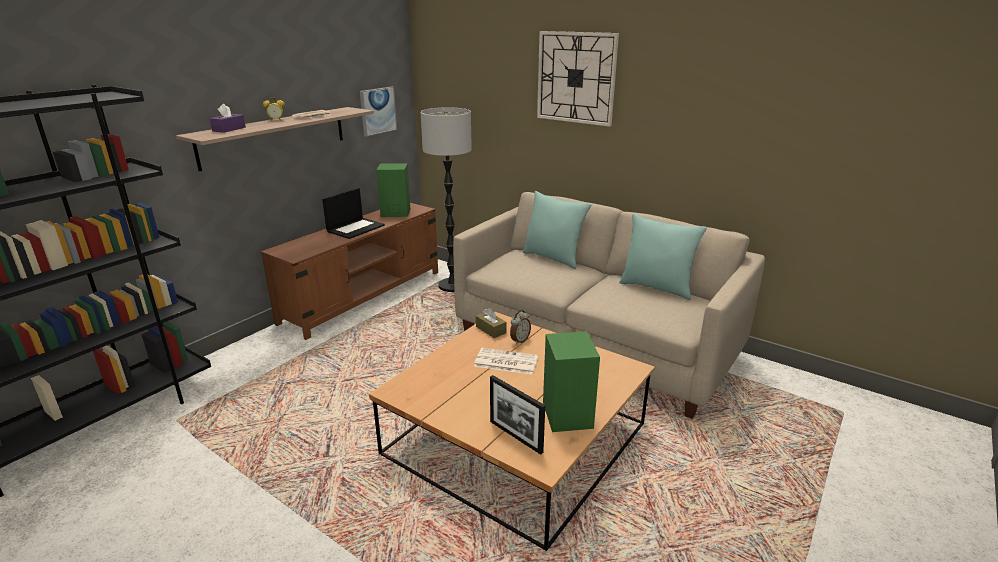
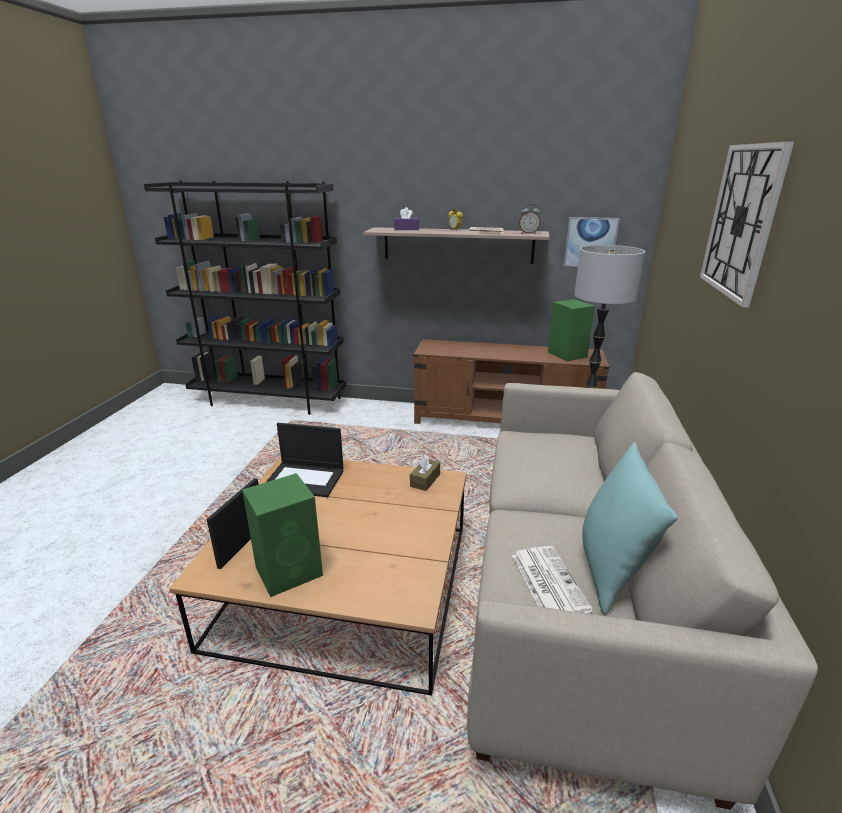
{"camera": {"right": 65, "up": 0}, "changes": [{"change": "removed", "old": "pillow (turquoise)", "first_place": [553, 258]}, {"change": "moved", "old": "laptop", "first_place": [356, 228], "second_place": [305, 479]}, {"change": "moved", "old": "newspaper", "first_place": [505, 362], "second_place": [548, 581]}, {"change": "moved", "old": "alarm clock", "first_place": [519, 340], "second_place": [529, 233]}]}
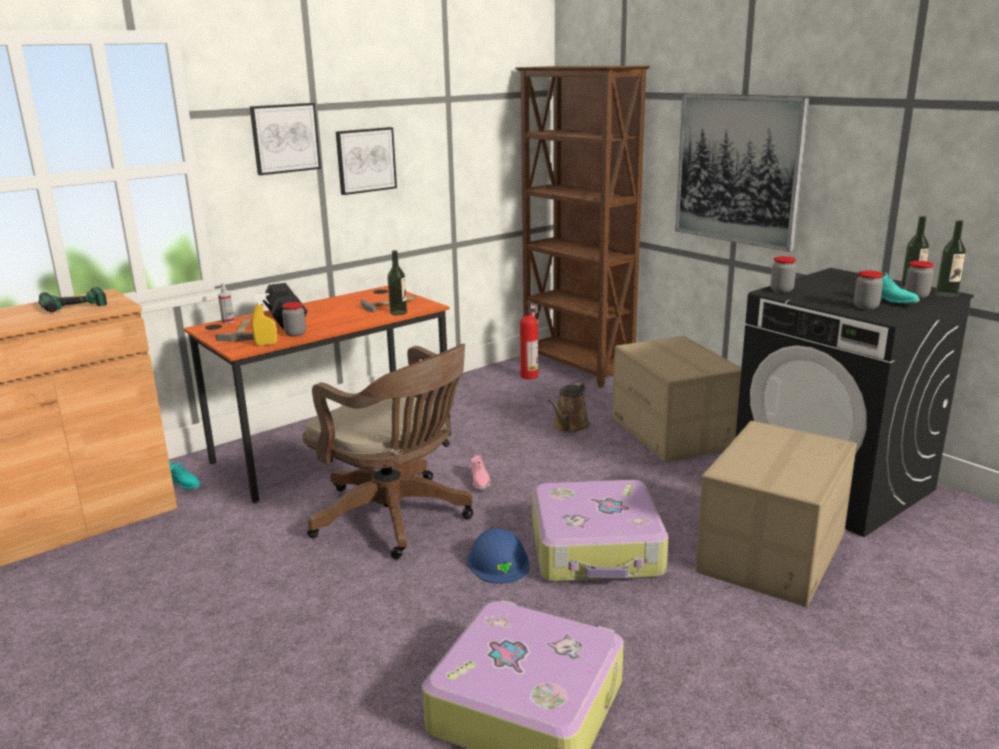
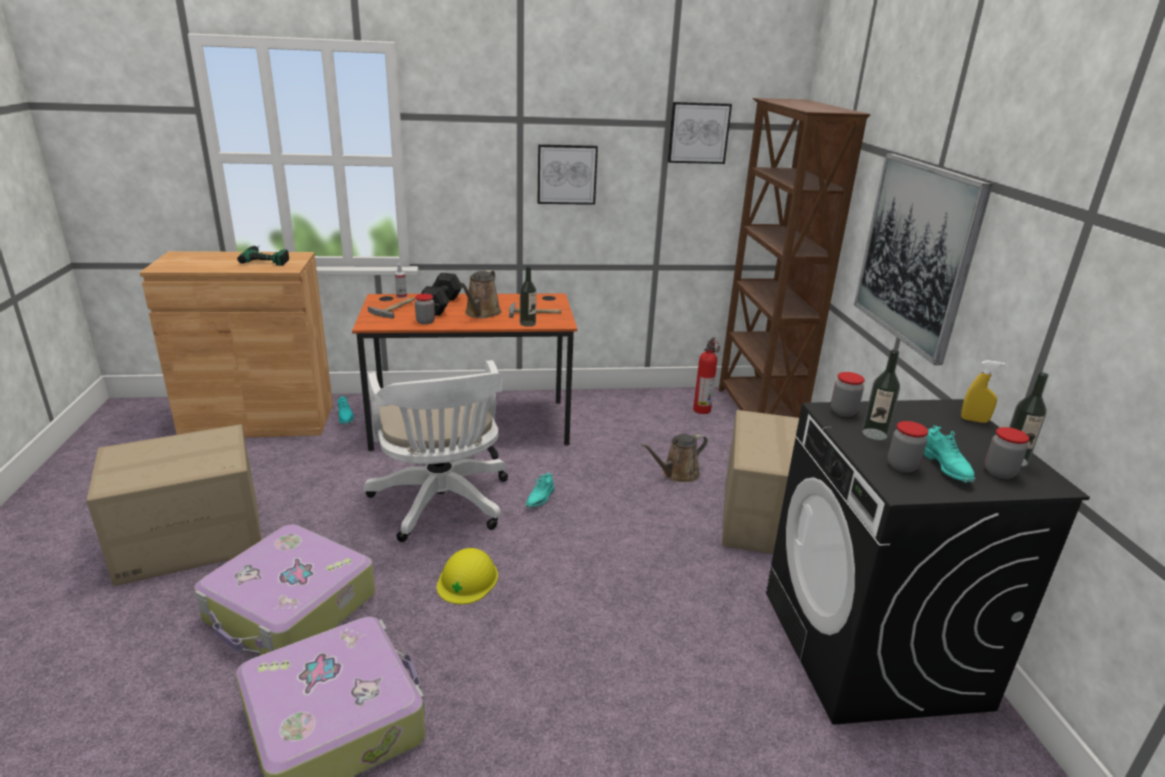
{"camera": {"right": 30, "up": 5}, "changes": [{"change": "added", "new": "watering can (brown)", "second_place": [481, 313]}, {"change": "moved", "old": "picture", "first_place": [285, 138], "second_place": [698, 133]}, {"change": "moved", "old": "spray bottle (yellow)", "first_place": [266, 344], "second_place": [974, 420]}, {"change": "moved", "old": "suitcase", "first_place": [597, 549], "second_place": [290, 609]}, {"change": "moved", "old": "cardboard box", "first_place": [773, 554], "second_place": [190, 541]}, {"change": "moved", "old": "bottle", "first_place": [946, 295], "second_place": [874, 434]}, {"change": "recoloured", "old": "office chair (brown)", "new": "office chair (white)", "first_place": [396, 518], "second_place": [442, 505]}, {"change": "recoloured", "old": "hard hat (blue)", "new": "hard hat (yellow)", "first_place": [498, 561], "second_place": [467, 579]}, {"change": "recoloured", "old": "shoe (pink)", "new": "shoe (turquoise)", "first_place": [480, 482], "second_place": [540, 499]}]}
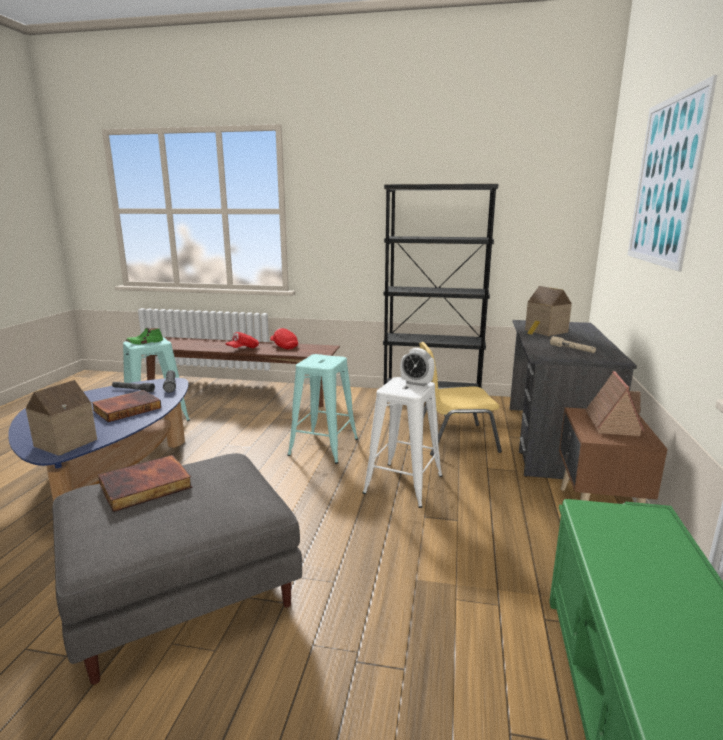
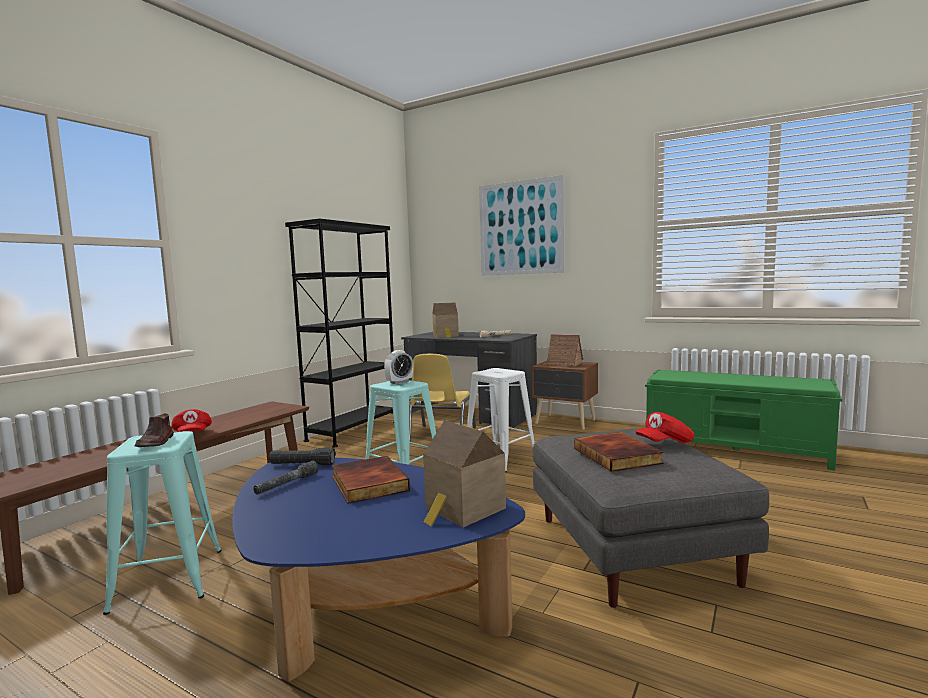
{"camera": {"right": -70, "up": -10}, "changes": [{"change": "moved", "old": "cap (red)", "first_place": [284, 346], "second_place": [665, 443]}, {"change": "moved", "old": "alarm clock", "first_place": [416, 383], "second_place": [399, 382]}, {"change": "recoloured", "old": "shoe (green)", "new": "shoe (brown)", "first_place": [145, 342], "second_place": [156, 442]}]}
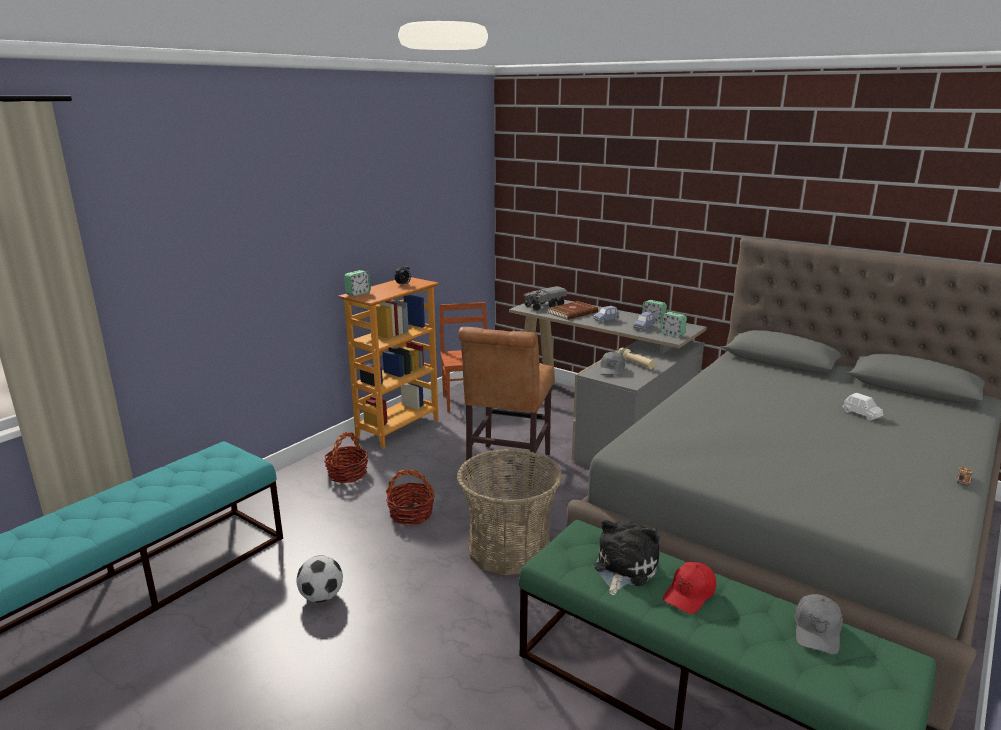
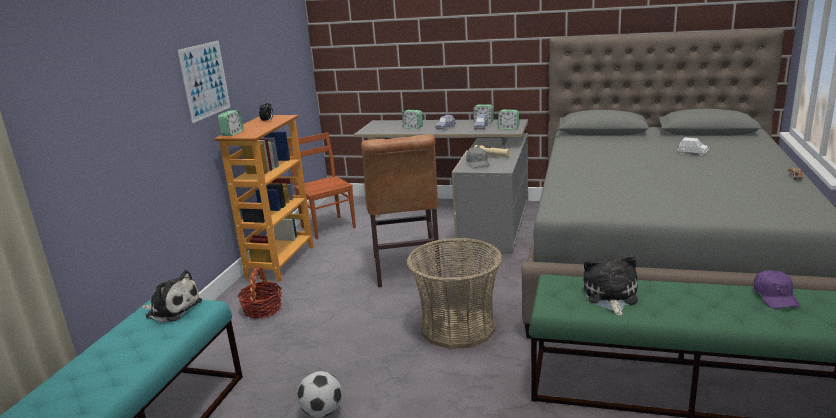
{"camera": {"right": -20, "up": 0}, "changes": [{"change": "removed", "old": "basket", "first_place": [411, 514]}, {"change": "removed", "old": "toy truck", "first_place": [544, 306]}, {"change": "removed", "old": "cap (red)", "first_place": [690, 594]}, {"change": "added", "new": "plush toy", "second_place": [172, 309]}, {"change": "added", "new": "picture", "second_place": [205, 80]}, {"change": "replaced", "old": "book (brown)", "new": "alarm clock", "first_place": [573, 313], "second_place": [413, 127]}, {"change": "recoloured", "old": "cap (grey)", "new": "cap (purple)", "first_place": [817, 631], "second_place": [775, 297]}]}
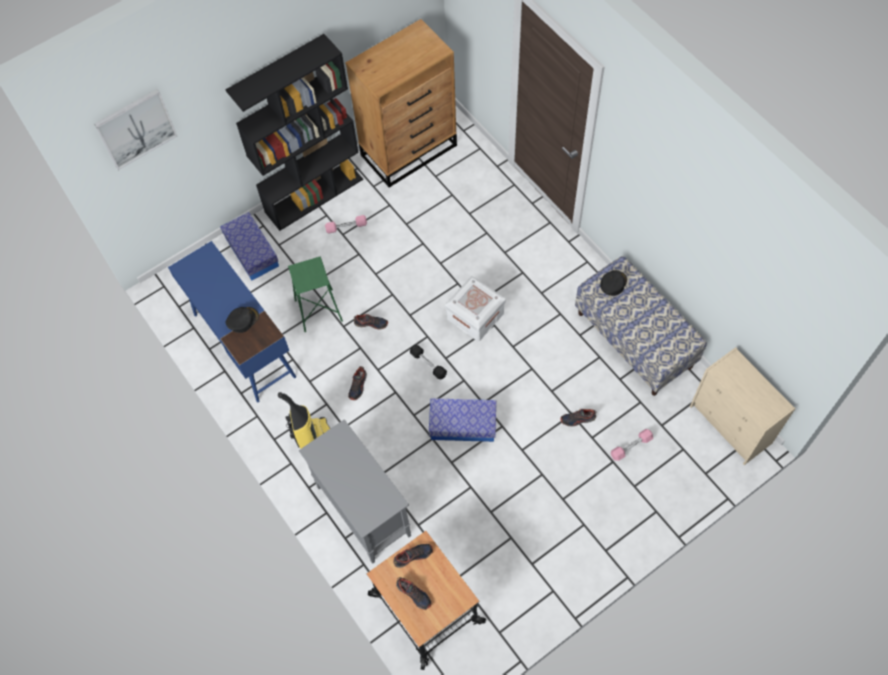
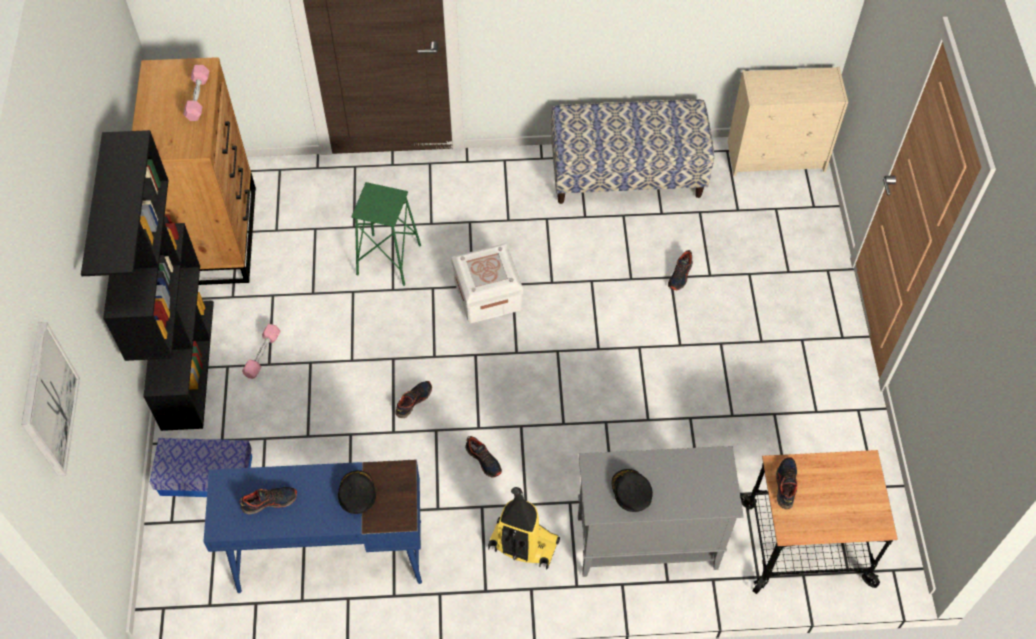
{"camera": {"right": -60, "up": -5}, "changes": [{"change": "removed", "old": "dumbbell (black)", "first_place": [428, 364]}, {"change": "removed", "old": "storage box", "first_place": [462, 425]}, {"change": "moved", "old": "stool (green)", "first_place": [318, 310], "second_place": [389, 260]}, {"change": "moved", "old": "shoe", "first_place": [414, 594], "second_place": [270, 501]}, {"change": "moved", "old": "cap (black)", "first_place": [613, 283], "second_place": [631, 492]}, {"change": "moved", "old": "dumbbell (pink)", "first_place": [631, 447], "second_place": [198, 98]}]}
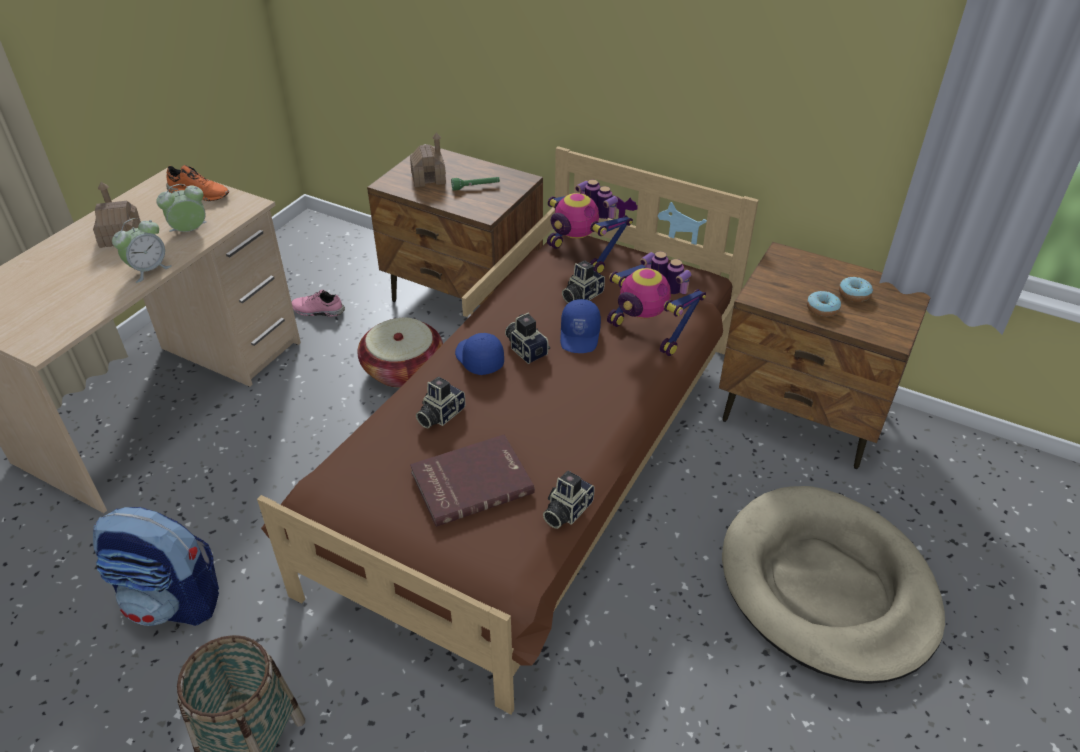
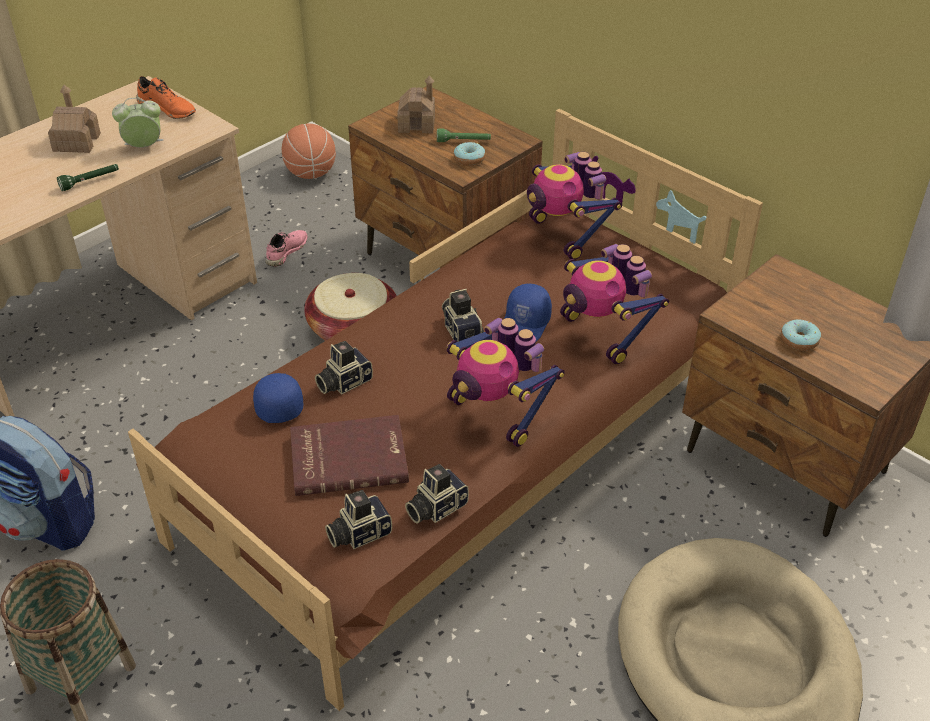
{"camera": {"right": 15, "up": 0}, "changes": [{"change": "added", "new": "basketball", "second_place": [311, 173]}, {"change": "added", "new": "toy robot", "second_place": [496, 414]}, {"change": "moved", "old": "cap (blue)", "first_place": [478, 359], "second_place": [277, 402]}, {"change": "moved", "old": "photo camera", "first_place": [581, 295], "second_place": [358, 533]}, {"change": "moved", "old": "donut", "first_place": [854, 294], "second_place": [469, 159]}, {"change": "replaced", "old": "alarm clock", "new": "flashlight (green)", "first_place": [148, 270], "second_place": [90, 181]}, {"change": "turned", "old": "shoe (pink)", "first_place": [317, 311], "second_place": [286, 252], "degrees": 90}]}
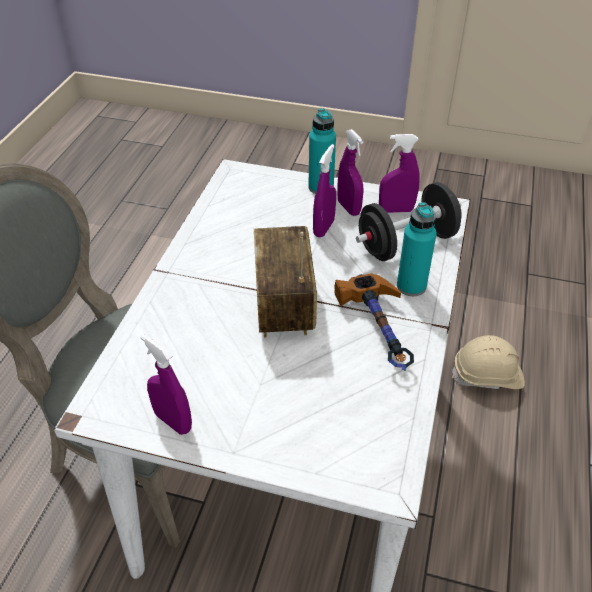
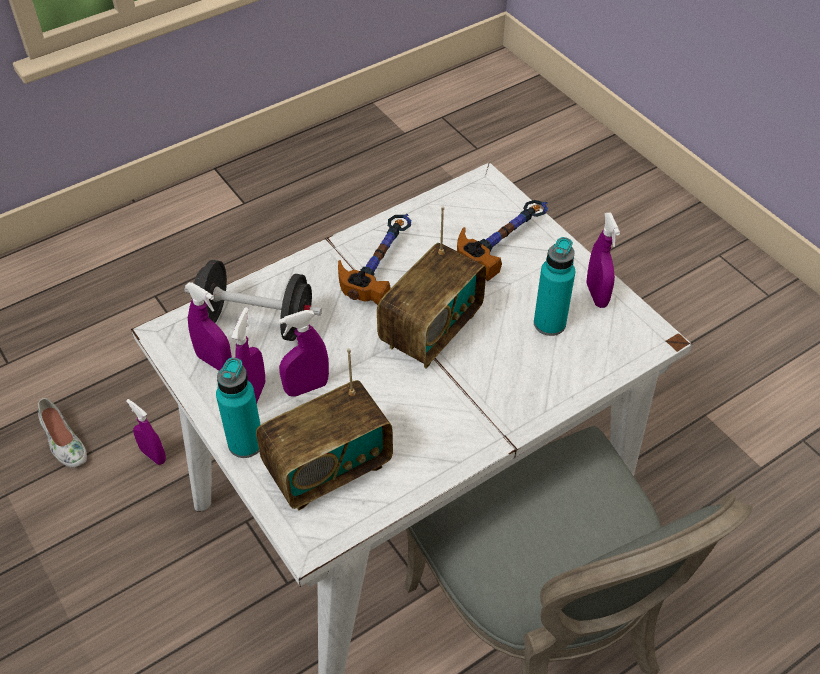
{"camera": {"right": -140, "up": 5}, "changes": [{"change": "added", "new": "shoe (white)", "second_place": [63, 441]}, {"change": "added", "new": "radio", "second_place": [328, 469]}, {"change": "added", "new": "hammer", "second_place": [503, 241]}, {"change": "moved", "old": "bottle (turquoise)", "first_place": [411, 286], "second_place": [549, 323]}, {"change": "replaced", "old": "hard hat (beige)", "new": "spray bottle (purple)", "first_place": [487, 376], "second_place": [153, 455]}]}
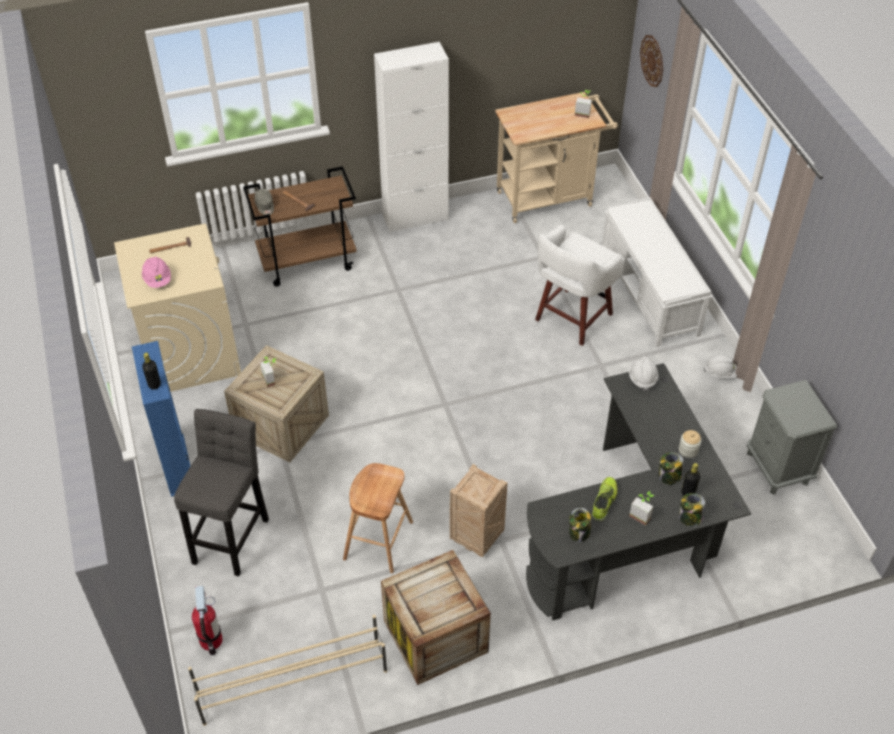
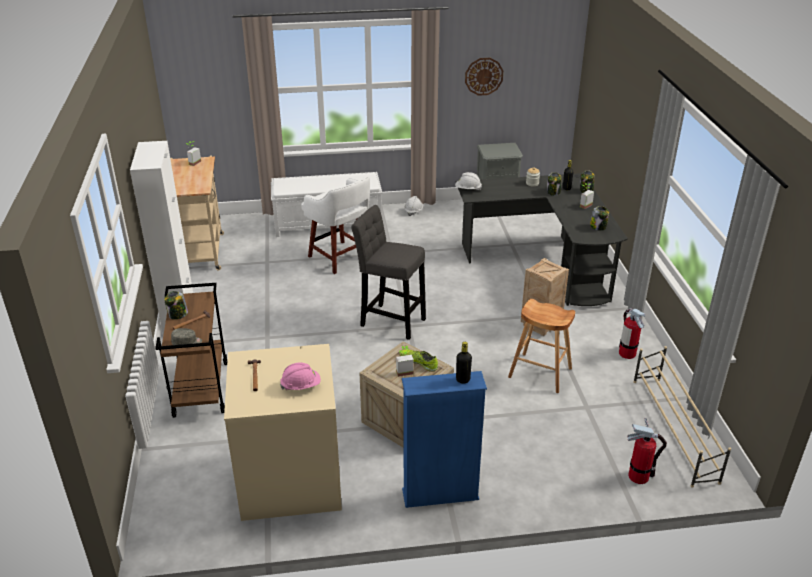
{"camera": {"right": -80, "up": -15}, "changes": [{"change": "added", "new": "jar", "second_place": [178, 315]}, {"change": "moved", "old": "stool (grey)", "first_place": [232, 536], "second_place": [390, 321]}, {"change": "moved", "old": "shoe", "first_place": [604, 501], "second_place": [418, 362]}, {"change": "moved", "old": "wall clock", "first_place": [652, 60], "second_place": [483, 76]}, {"change": "replaced", "old": "crate", "new": "fire extinguisher", "first_place": [435, 636], "second_place": [627, 353]}]}
